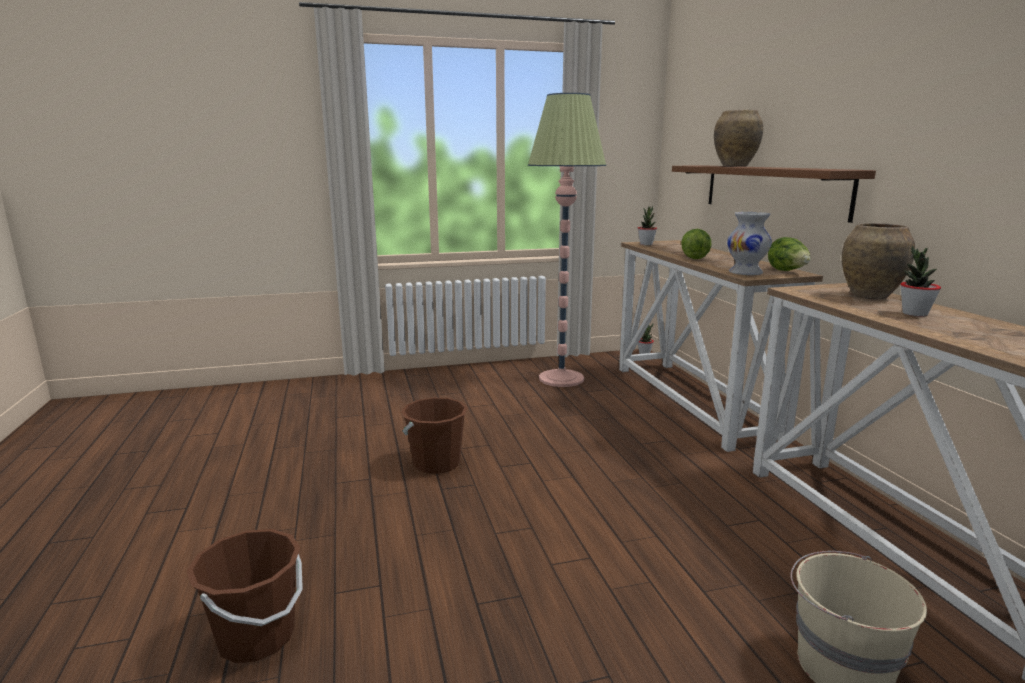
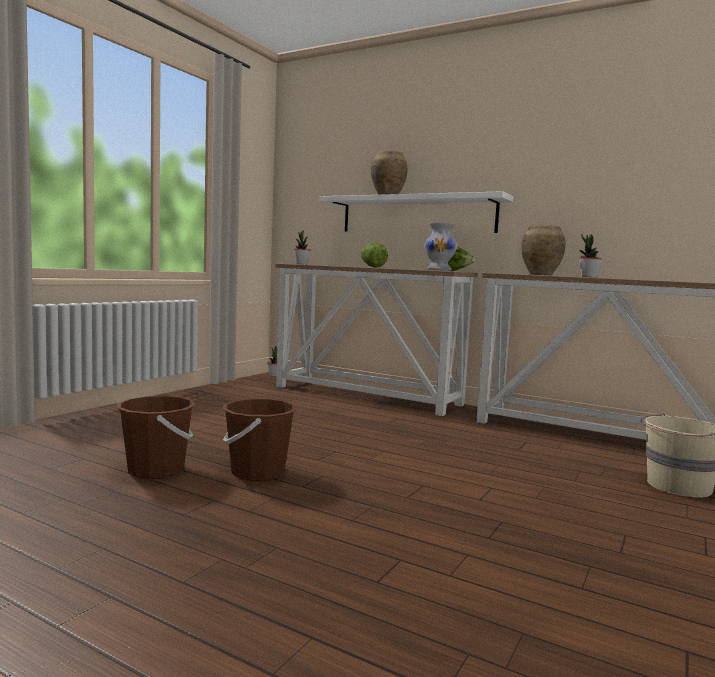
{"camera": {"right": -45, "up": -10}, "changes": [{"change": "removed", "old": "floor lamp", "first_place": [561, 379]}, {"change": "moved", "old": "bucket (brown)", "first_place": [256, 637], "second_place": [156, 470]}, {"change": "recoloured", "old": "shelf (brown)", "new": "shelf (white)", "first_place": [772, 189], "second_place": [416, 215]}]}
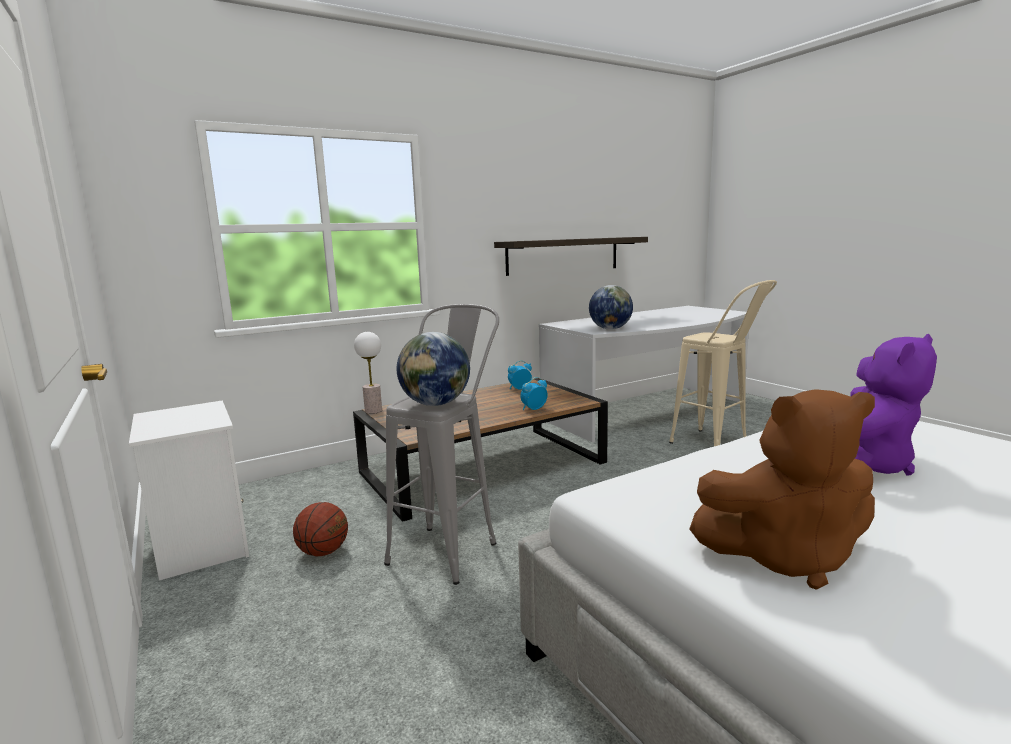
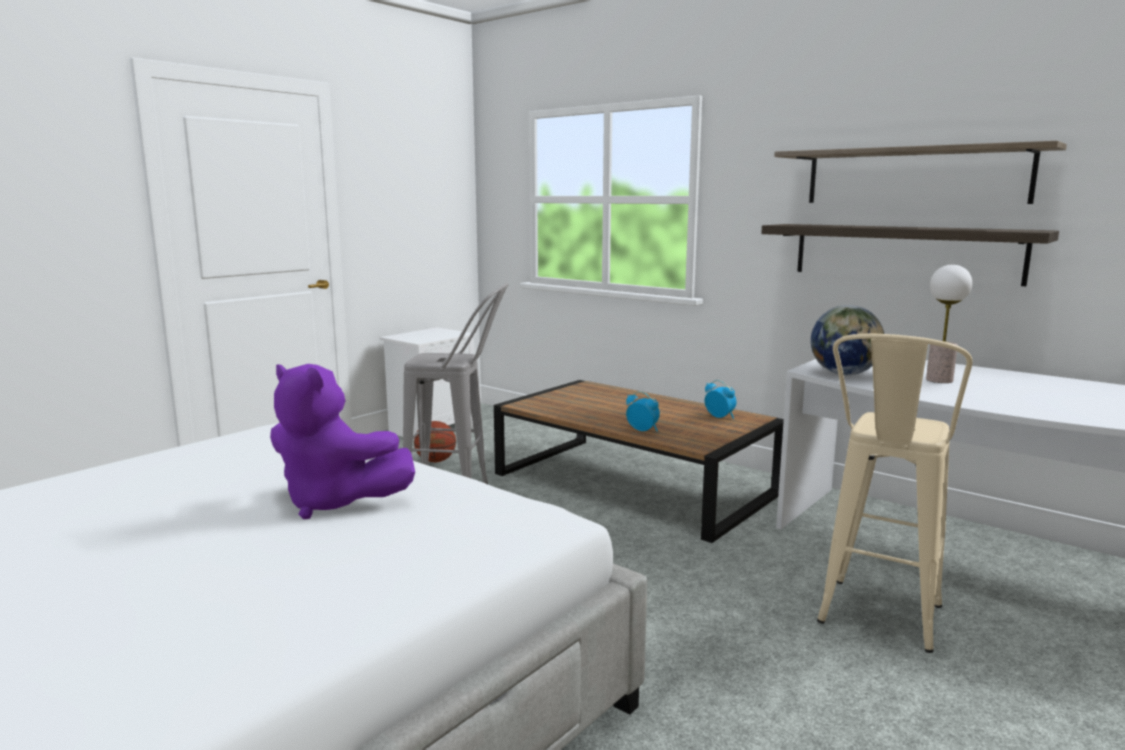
{"camera": {"right": 70, "up": 0}, "changes": [{"change": "removed", "old": "globe", "first_place": [436, 404]}, {"change": "removed", "old": "plush toy (brown)", "first_place": [784, 556]}, {"change": "added", "new": "shelf", "second_place": [914, 176]}, {"change": "moved", "old": "table lamp", "first_place": [373, 411], "second_place": [939, 380]}]}
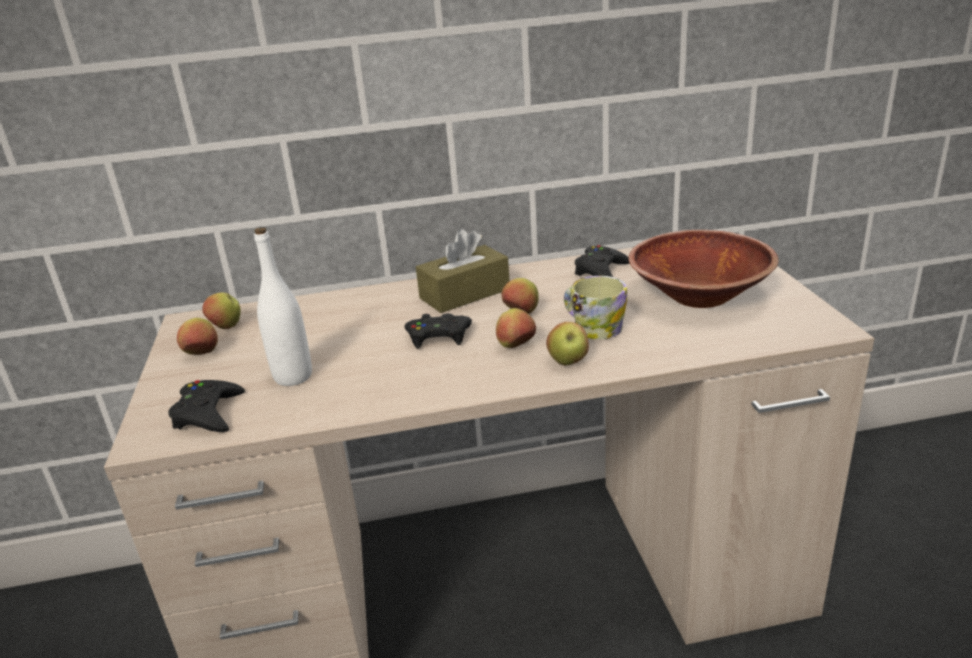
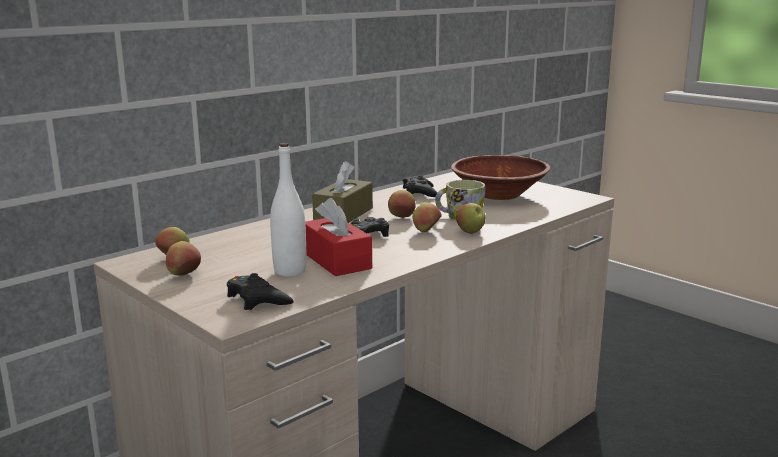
{"camera": {"right": -35, "up": -10}, "changes": [{"change": "added", "new": "tissue box (red)", "second_place": [336, 260]}]}
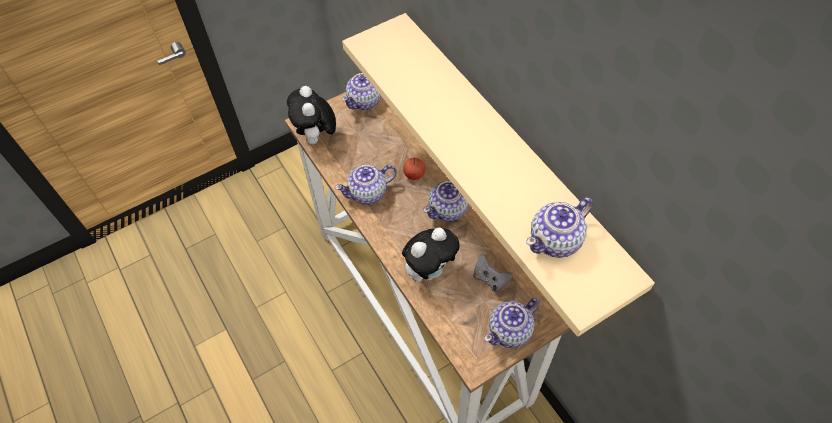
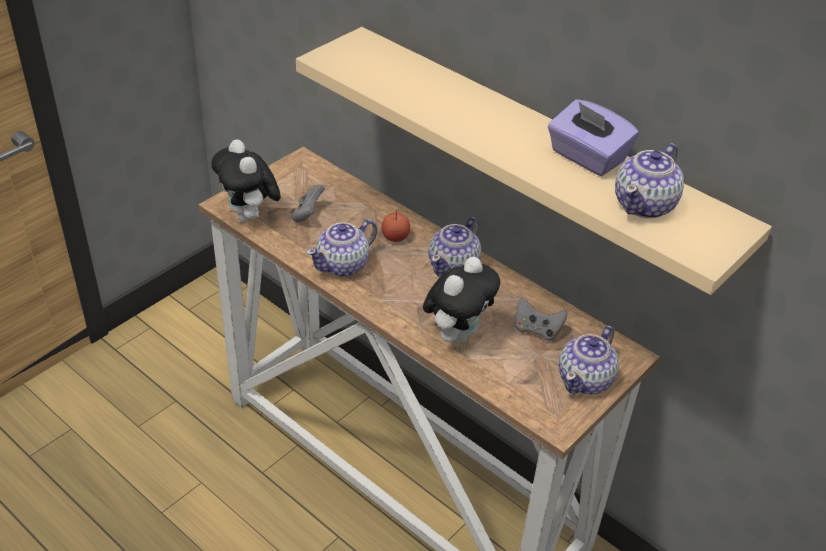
{"camera": {"right": -20, "up": -15}, "changes": [{"change": "removed", "old": "teapot", "first_place": [365, 101]}, {"change": "added", "new": "game controller (grey)", "second_place": [307, 214]}, {"change": "added", "new": "tissue box (purple)", "second_place": [586, 157]}]}
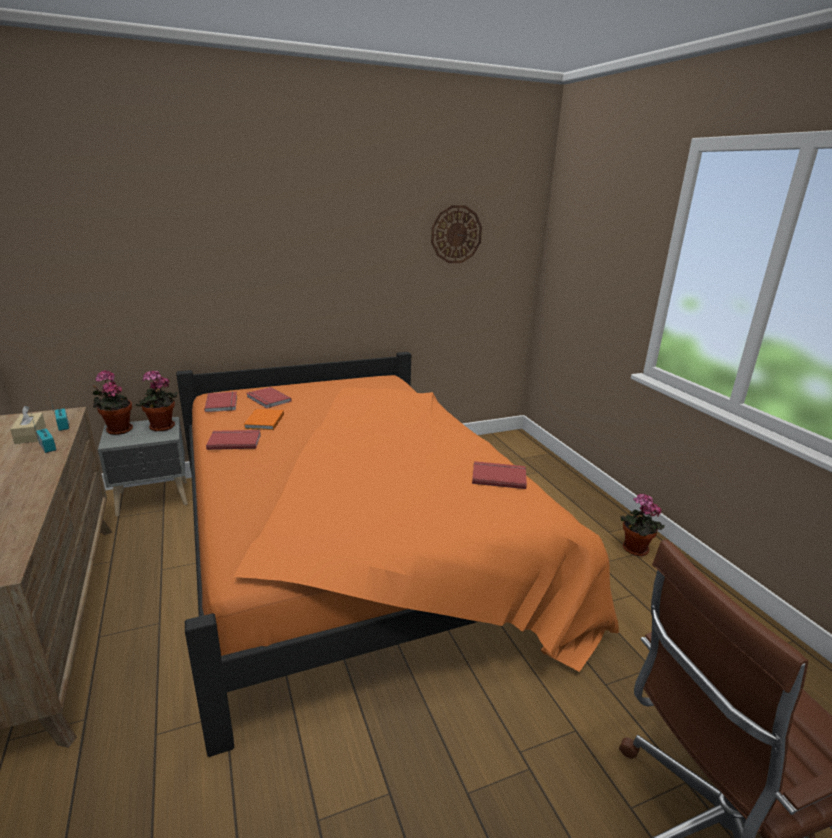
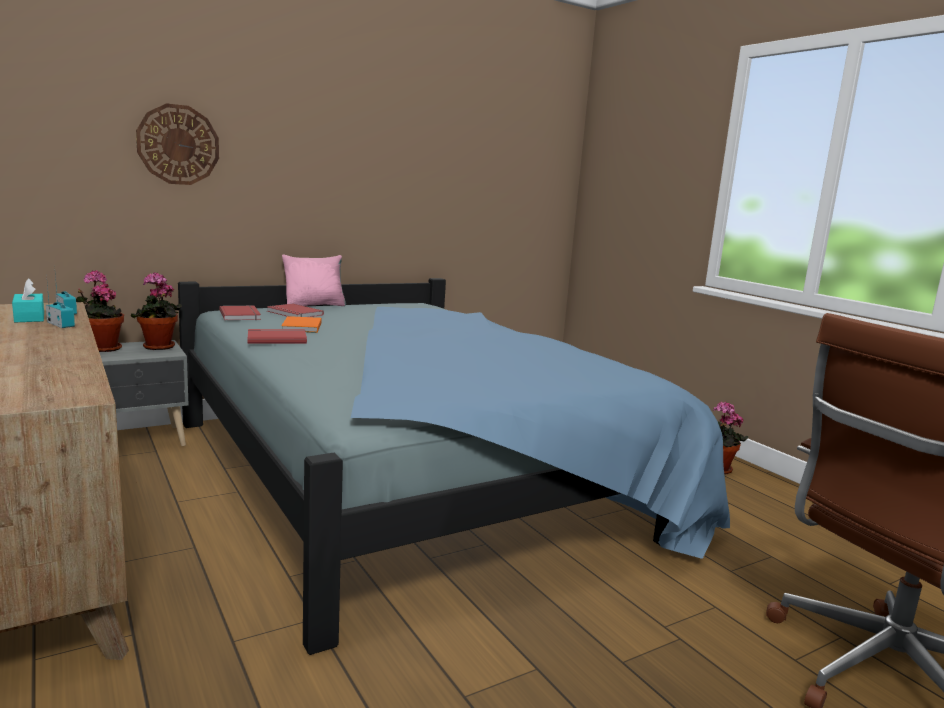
{"camera": {"right": -10, "up": -10}, "changes": [{"change": "removed", "old": "book (red)", "first_place": [498, 476]}, {"change": "added", "new": "pillow (pink)", "second_place": [315, 305]}, {"change": "moved", "old": "wall clock", "first_place": [456, 234], "second_place": [178, 145]}, {"change": "recoloured", "old": "tissue box (beige)", "new": "tissue box (turquoise)", "first_place": [30, 435], "second_place": [29, 317]}, {"change": "recoloured", "old": "bed (orange)", "new": "bed (blue)", "first_place": [359, 549], "second_place": [416, 478]}]}
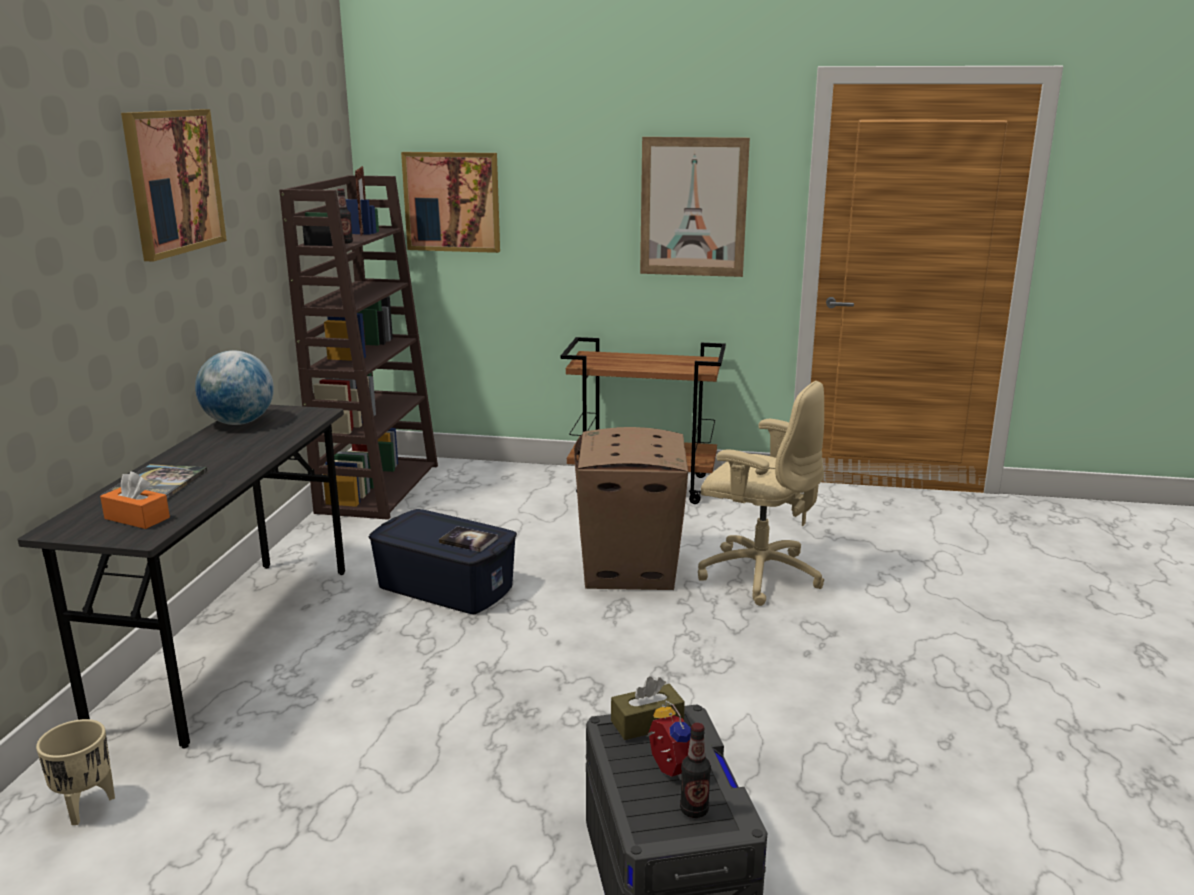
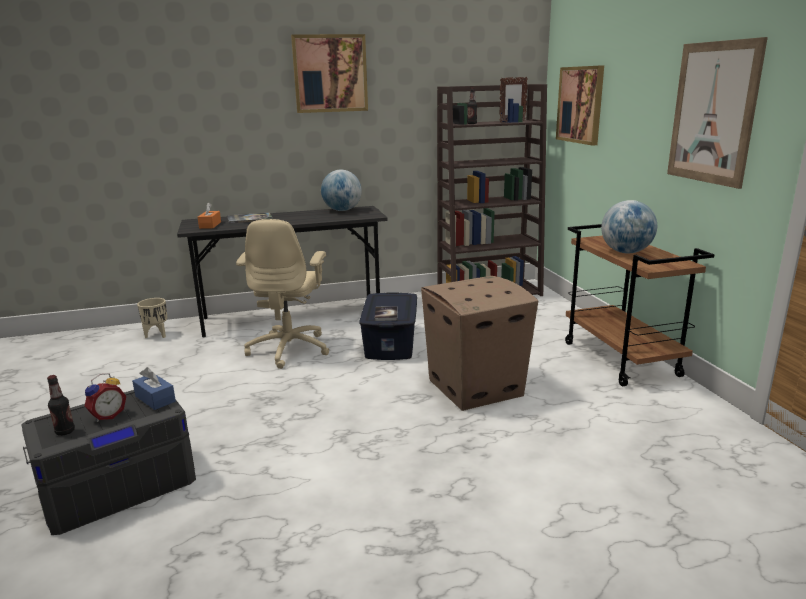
{"camera": {"right": 65, "up": 0}, "changes": [{"change": "added", "new": "globe", "second_place": [626, 252]}, {"change": "moved", "old": "office chair (beige)", "first_place": [758, 574], "second_place": [290, 349]}, {"change": "recoloured", "old": "tissue box (brown)", "new": "tissue box (blue)", "first_place": [647, 723], "second_place": [155, 399]}]}
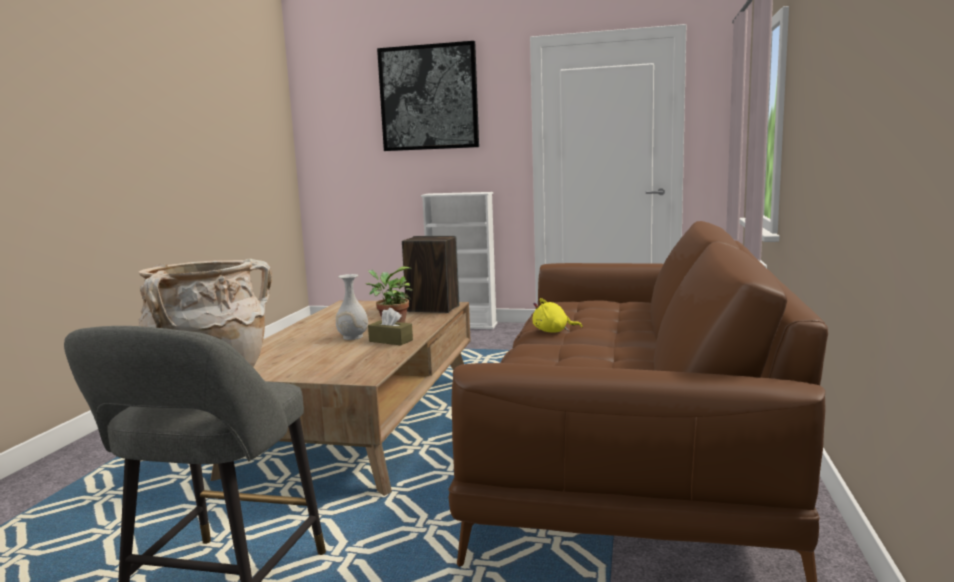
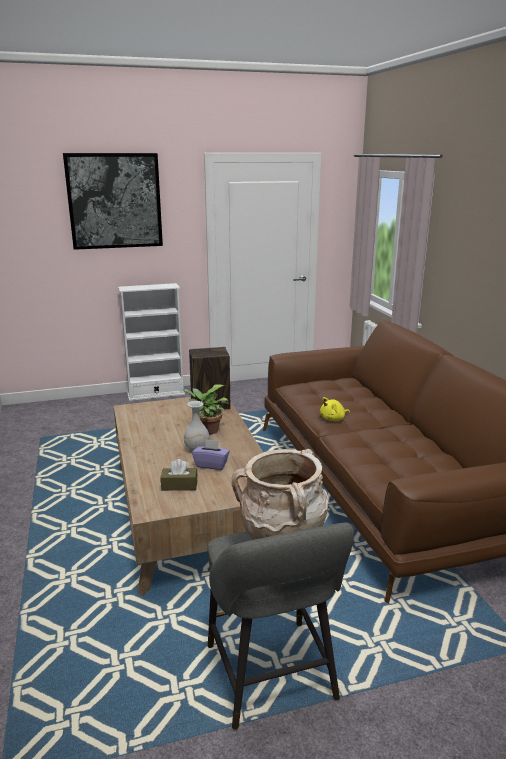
{"camera": {"right": -30, "up": 10}, "changes": [{"change": "added", "new": "tissue box (purple)", "second_place": [211, 464]}, {"change": "moved", "old": "tissue box (brown)", "first_place": [391, 341], "second_place": [179, 485]}]}
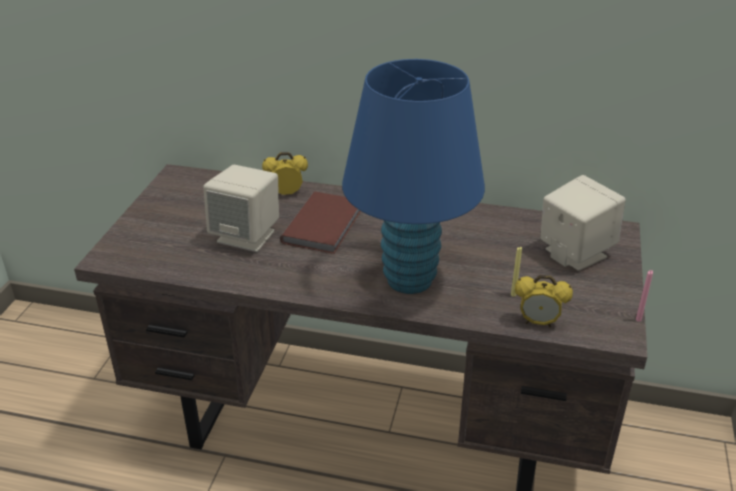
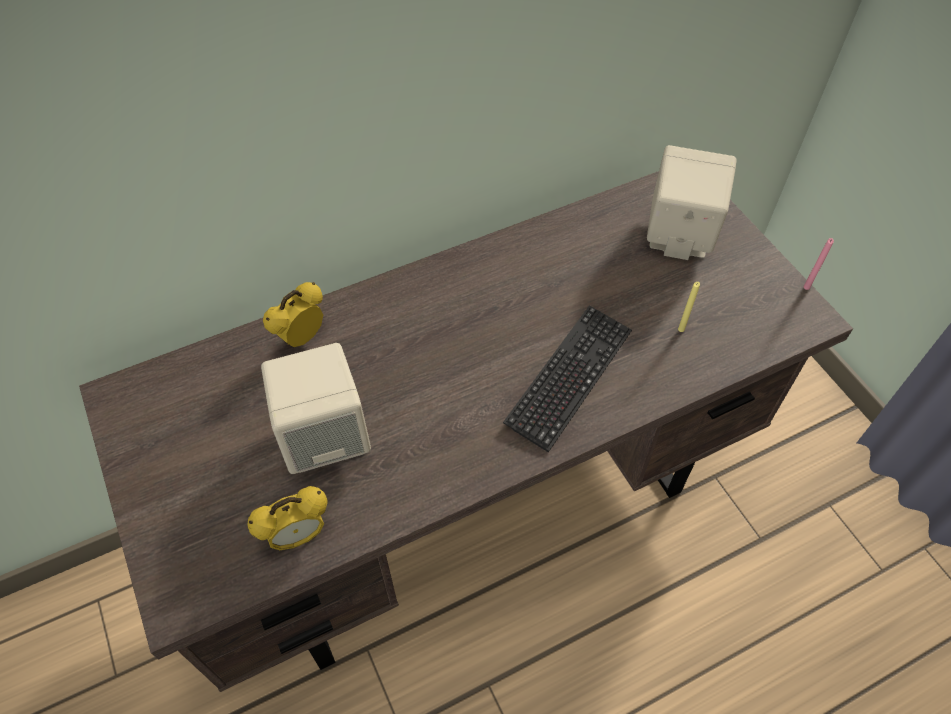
{"camera": {"right": -40, "up": 20}, "changes": [{"change": "removed", "old": "book (brown)", "first_place": [325, 225]}, {"change": "moved", "old": "alarm clock", "first_place": [538, 322], "second_place": [298, 536]}, {"change": "replaced", "old": "table lamp (blue)", "new": "keyboard", "first_place": [409, 280], "second_place": [569, 377]}]}
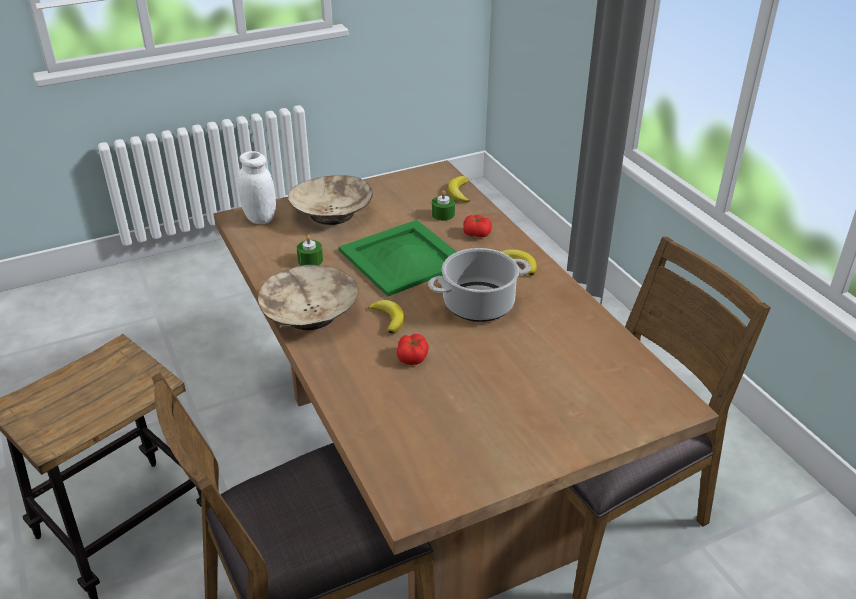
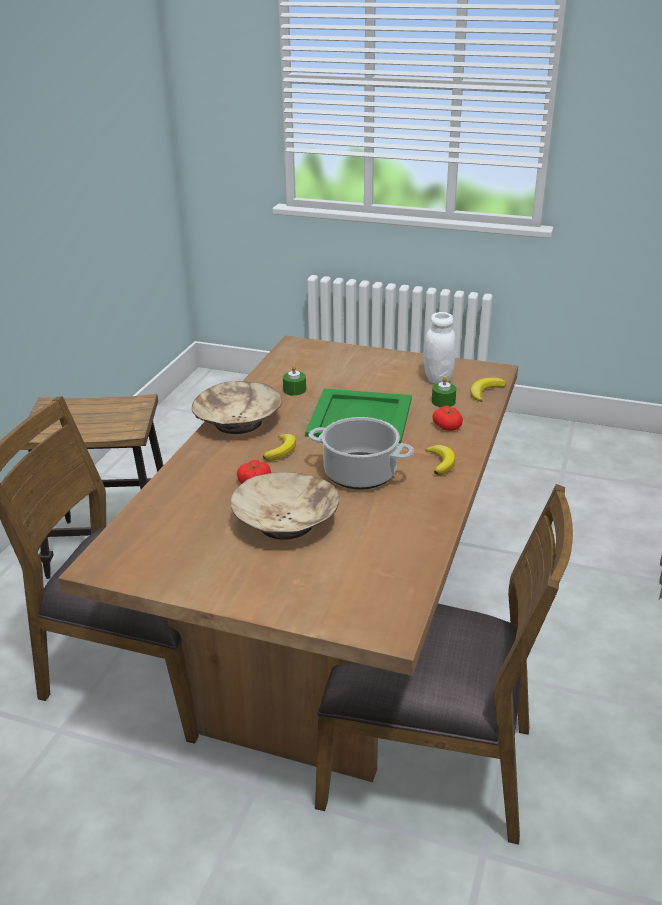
{"camera": {"right": 45, "up": -5}, "changes": [{"change": "moved", "old": "jar (white)", "first_place": [260, 218], "second_place": [438, 379]}, {"change": "moved", "old": "bowl (beige)", "first_place": [332, 213], "second_place": [286, 522]}]}
